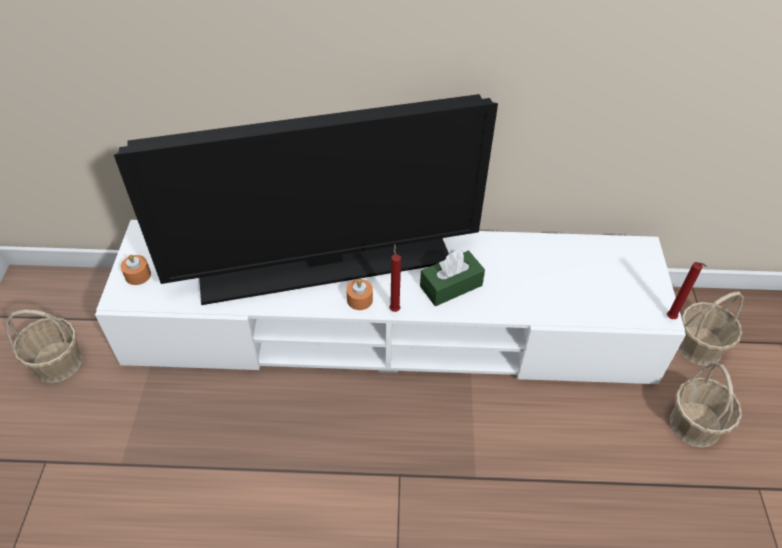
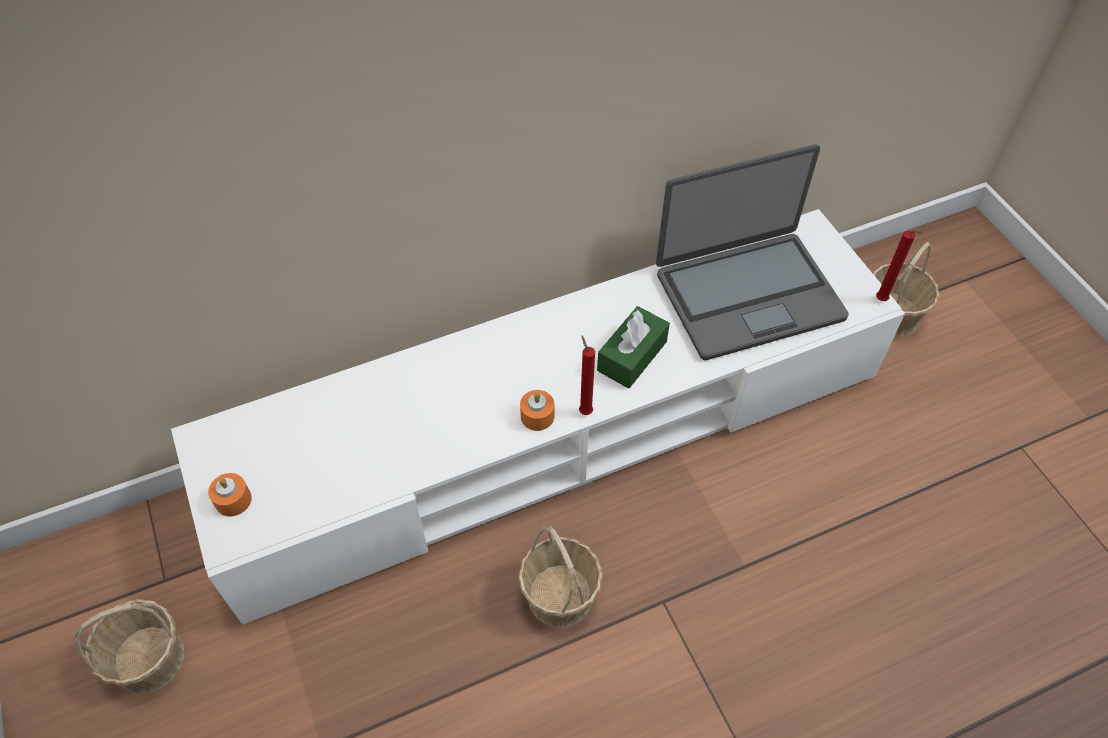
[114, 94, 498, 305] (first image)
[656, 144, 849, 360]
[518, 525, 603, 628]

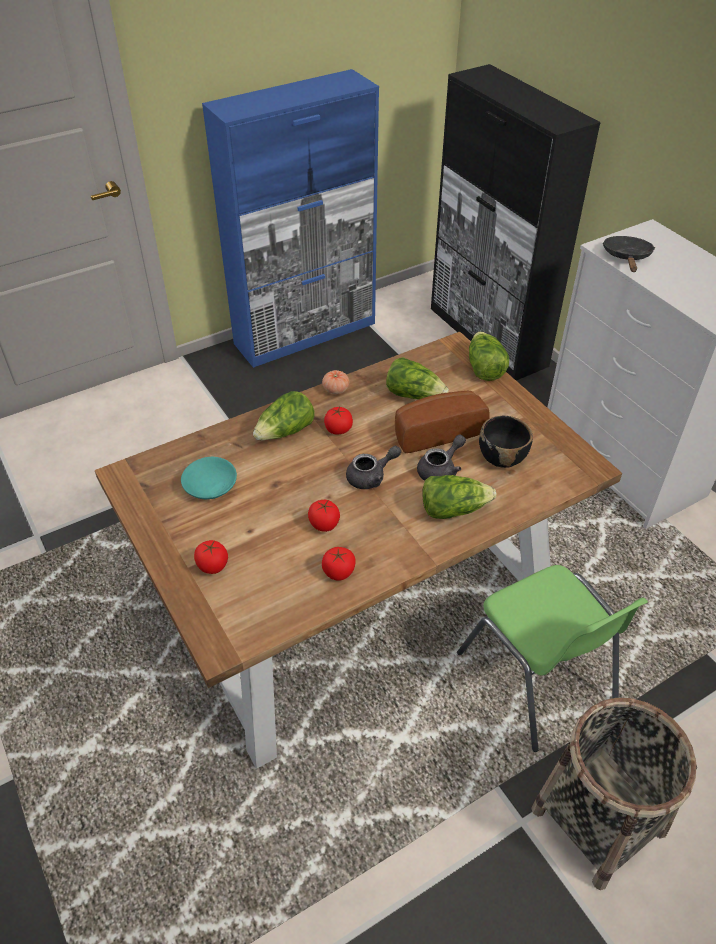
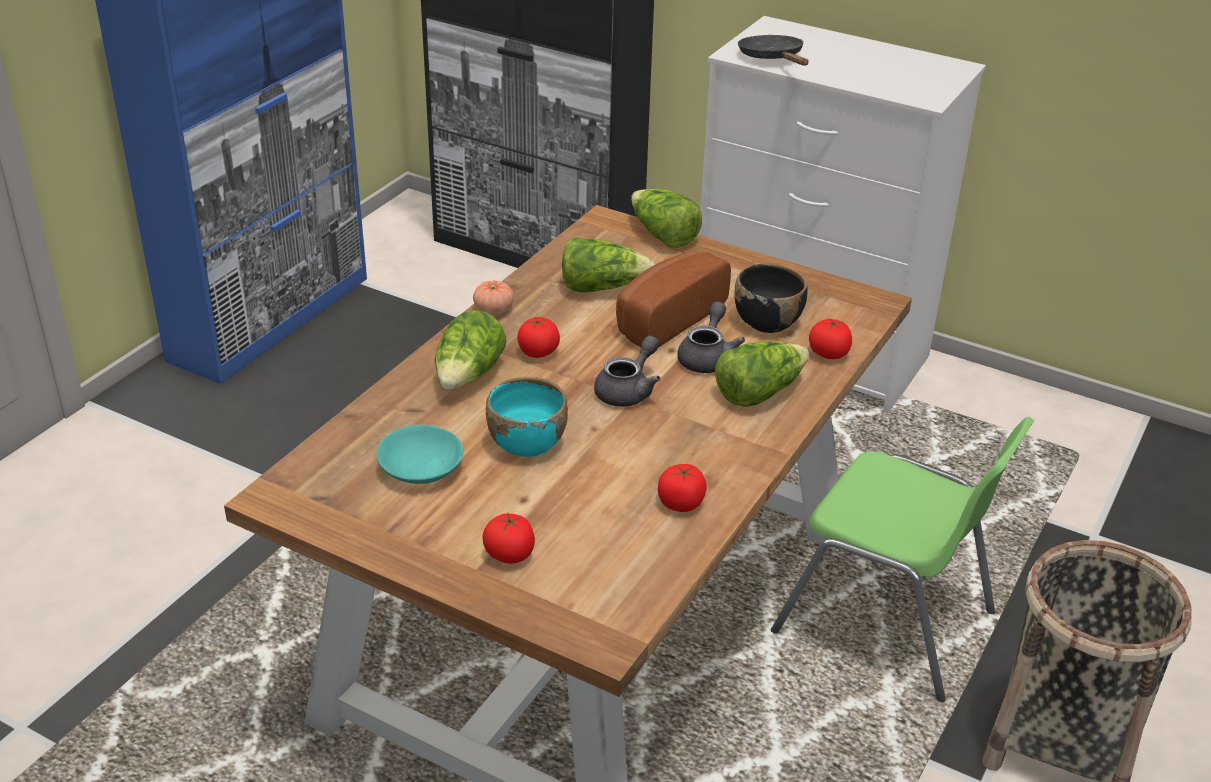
[486, 377, 568, 457]
[809, 318, 852, 359]

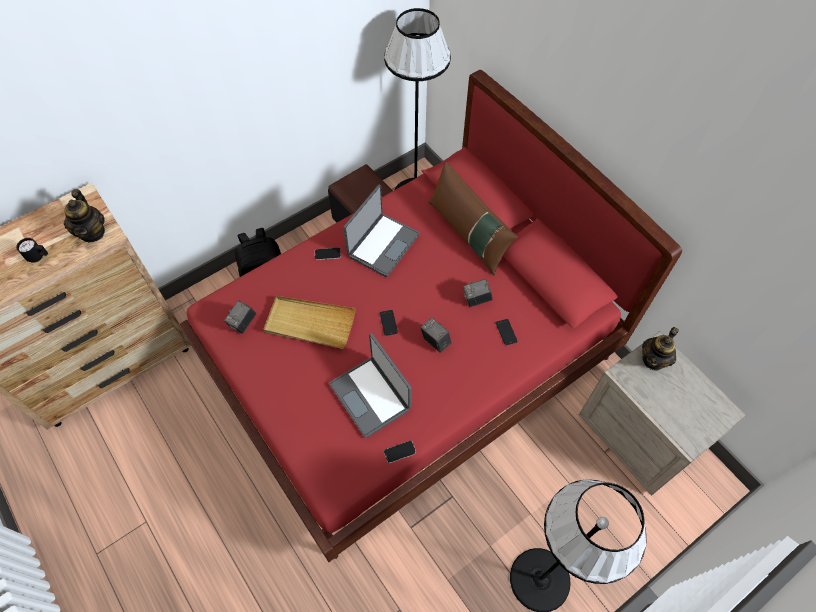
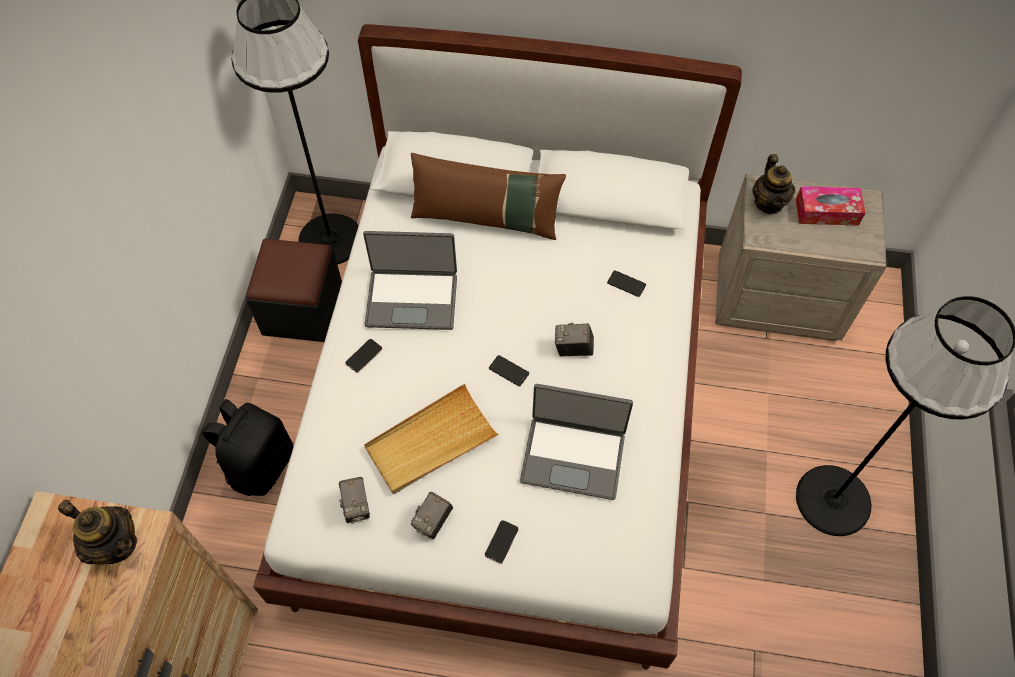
[16, 238, 48, 263] (first image)
[796, 186, 866, 226]
[485, 520, 519, 564]
[411, 492, 453, 539]
[253, 24, 742, 670]
[363, 231, 457, 330]

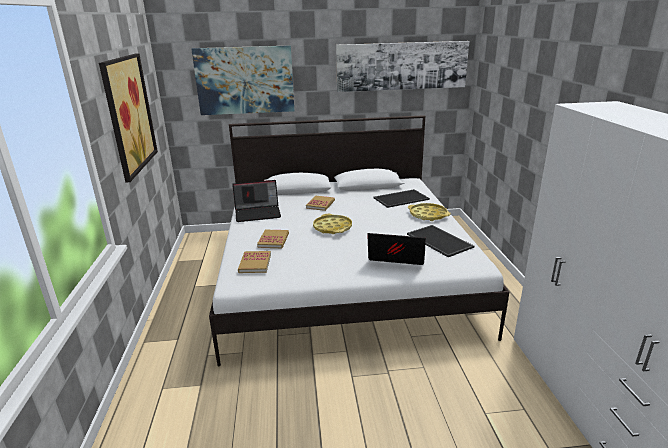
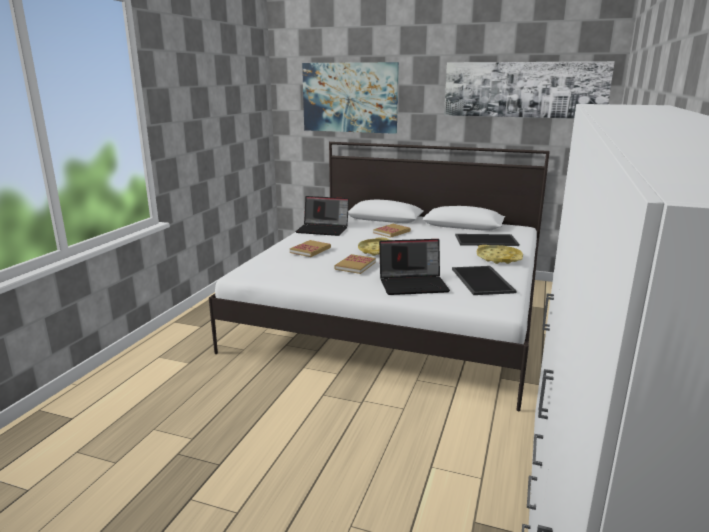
[99, 53, 158, 182] (first image)
[334, 254, 376, 274]
[379, 239, 450, 295]

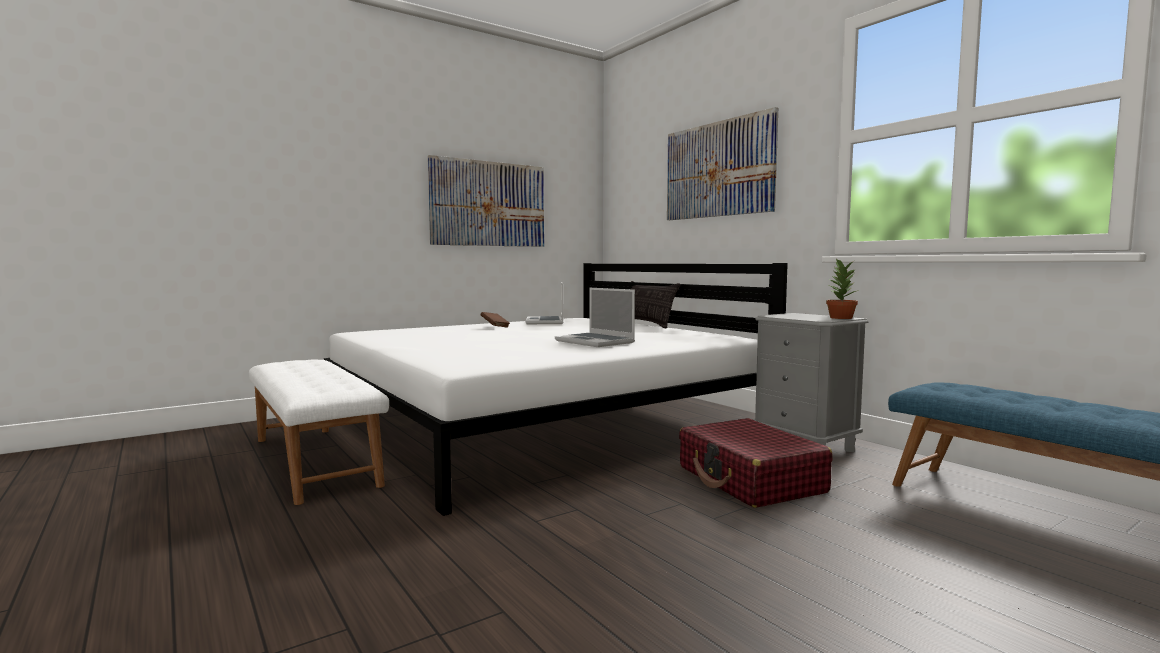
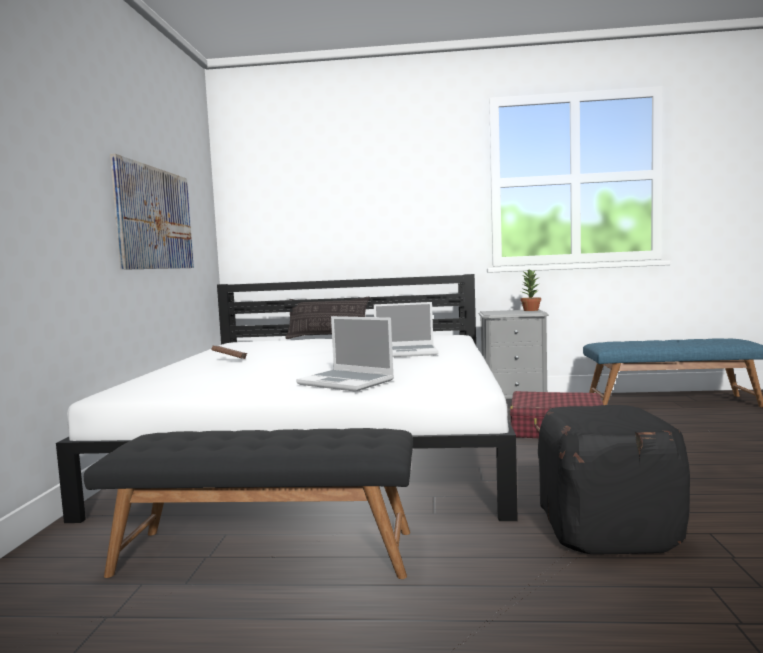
[667, 107, 778, 220] (first image)
[538, 405, 690, 555]
[296, 316, 394, 392]
[84, 428, 413, 579]

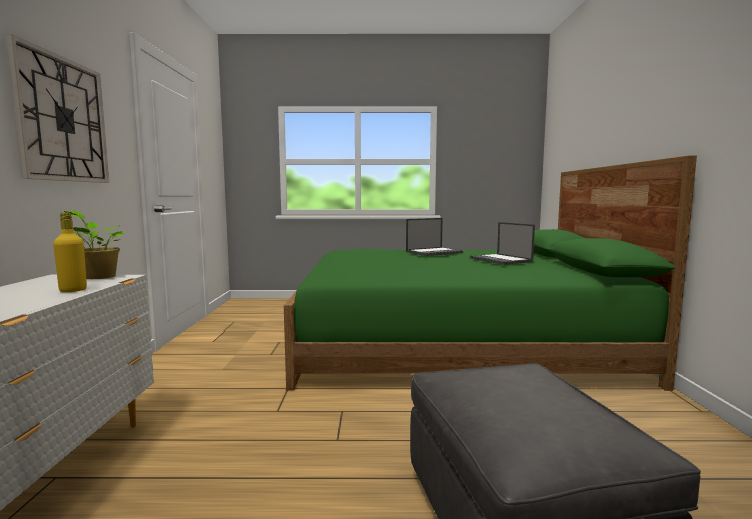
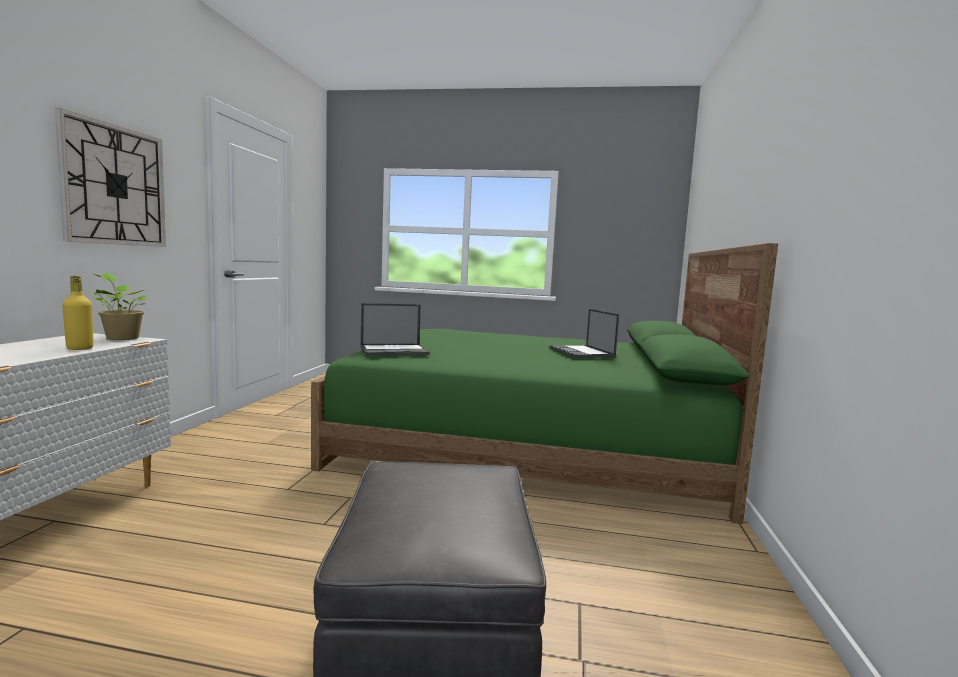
[361, 303, 430, 356]

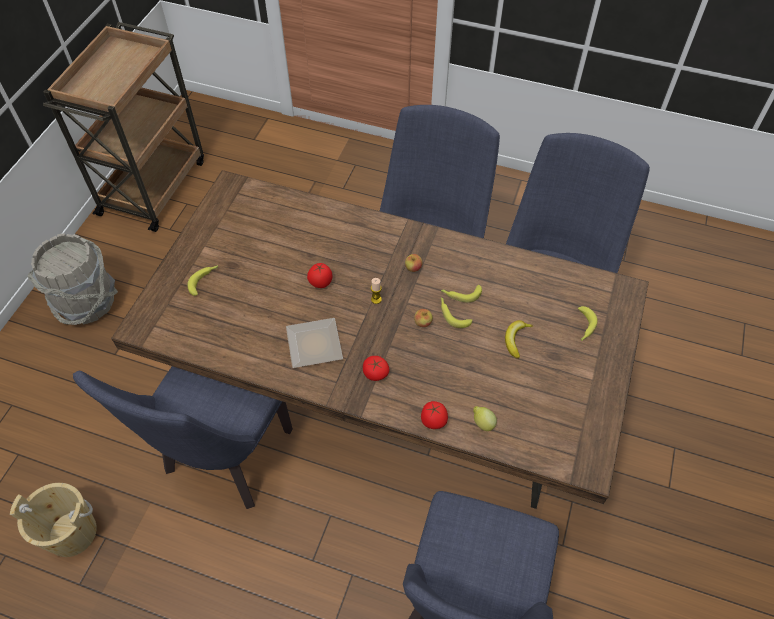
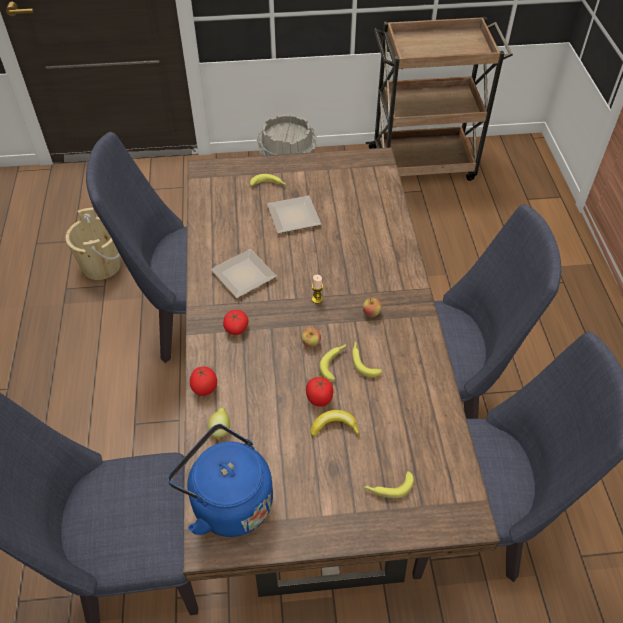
[168, 424, 273, 537]
[267, 196, 321, 233]
[306, 377, 333, 407]

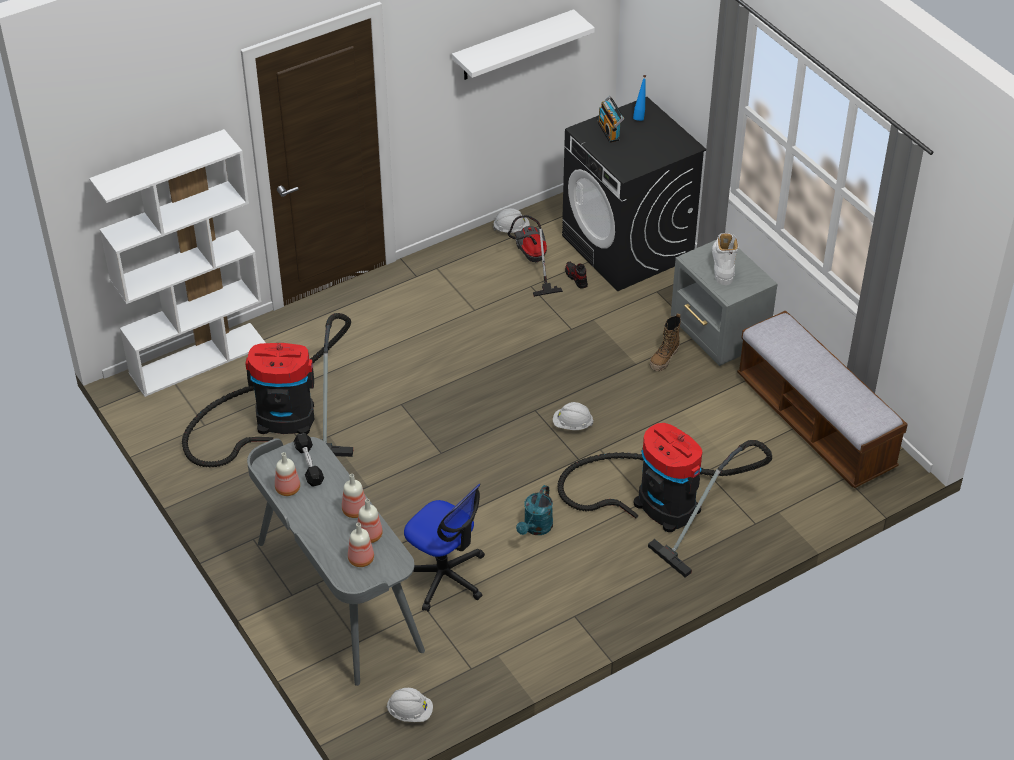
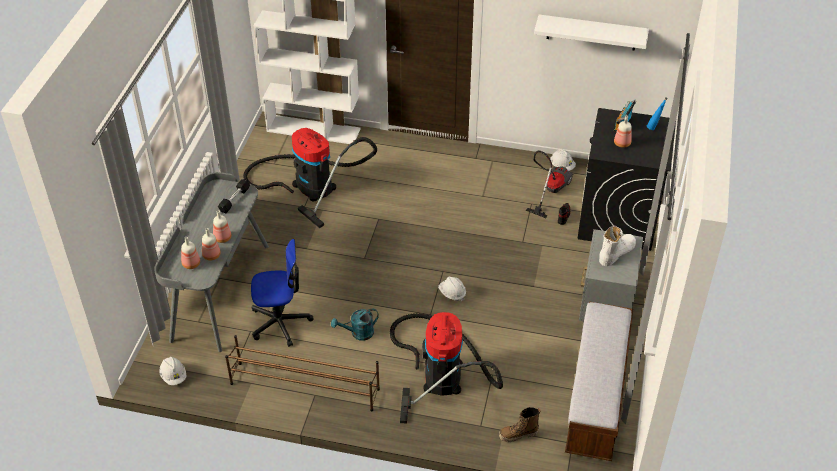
[225, 335, 380, 411]
[614, 116, 632, 148]
[499, 407, 541, 442]
[251, 239, 313, 347]

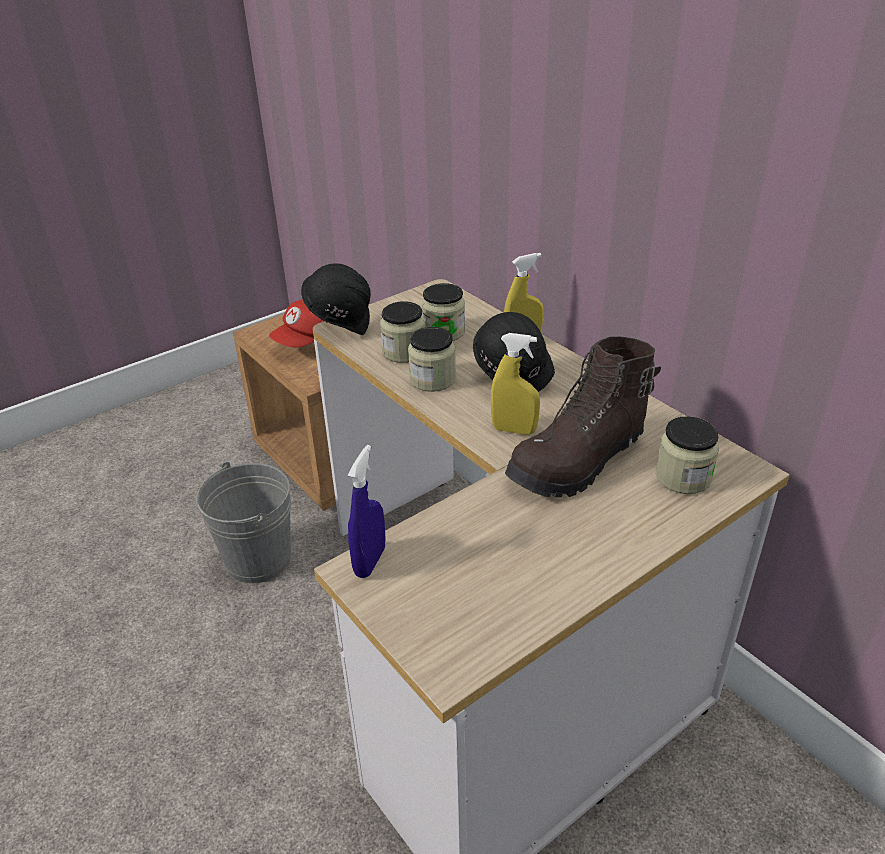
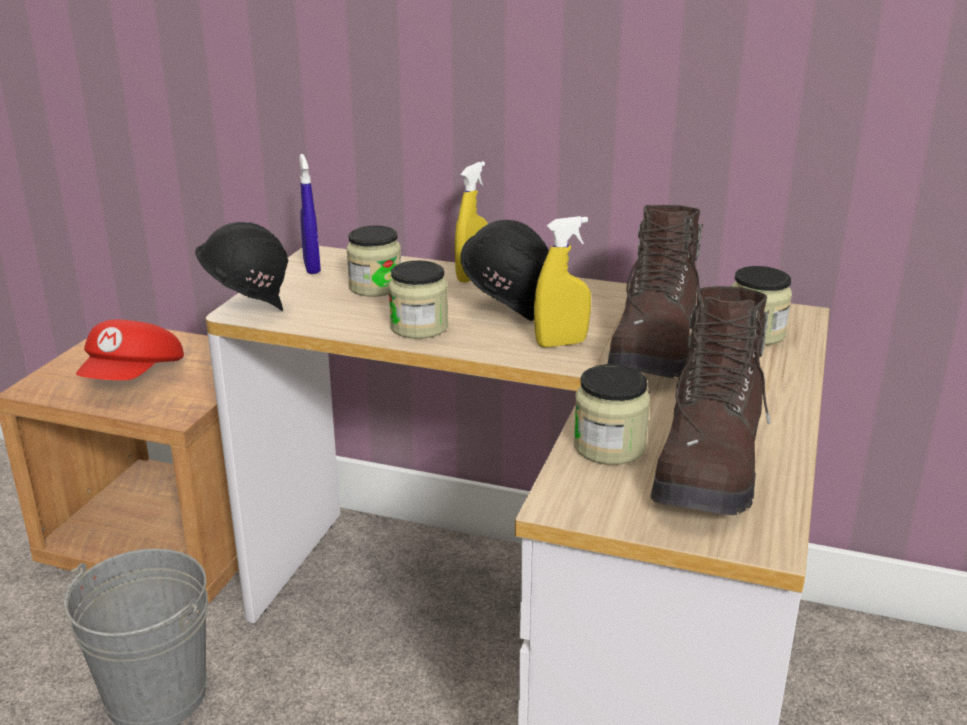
[650, 286, 771, 515]
[299, 154, 321, 274]
[574, 364, 650, 465]

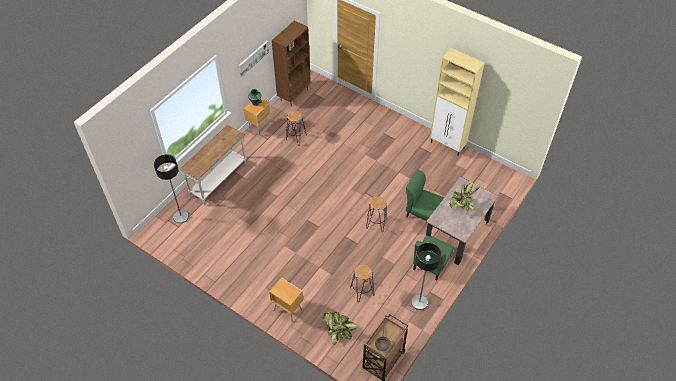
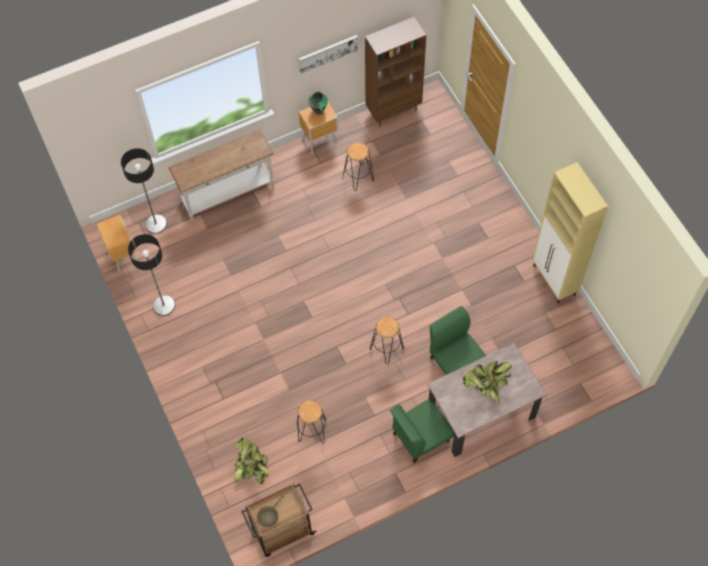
[97, 215, 138, 272]
[128, 234, 175, 316]

